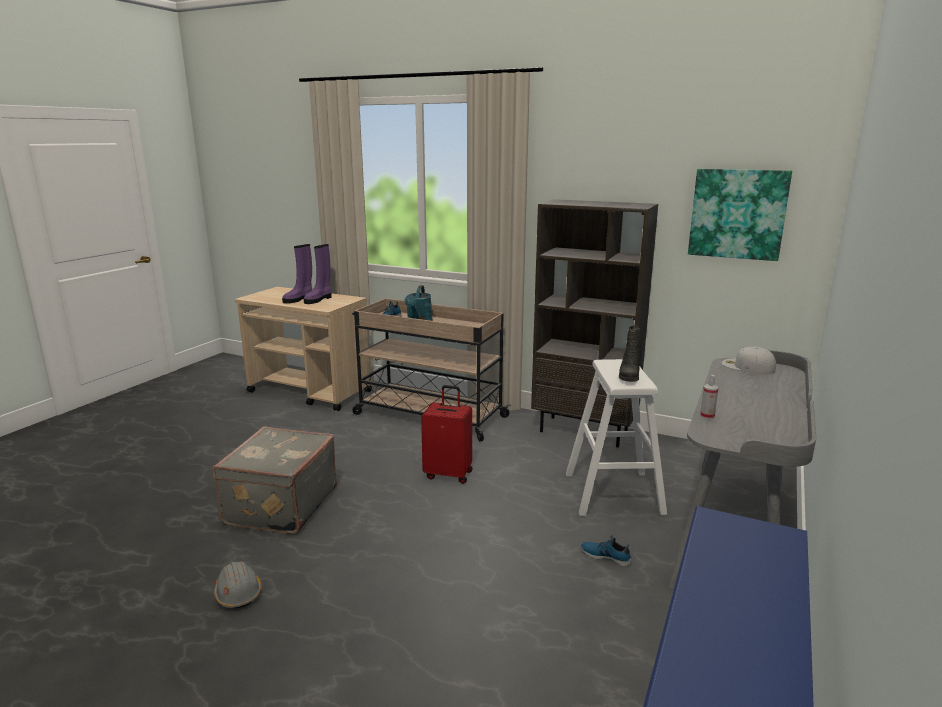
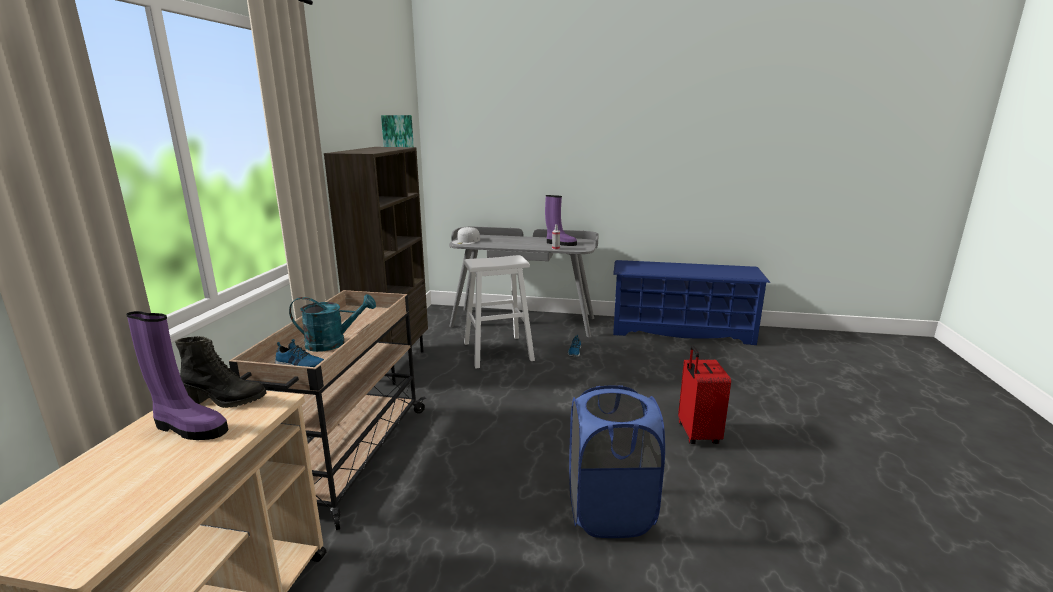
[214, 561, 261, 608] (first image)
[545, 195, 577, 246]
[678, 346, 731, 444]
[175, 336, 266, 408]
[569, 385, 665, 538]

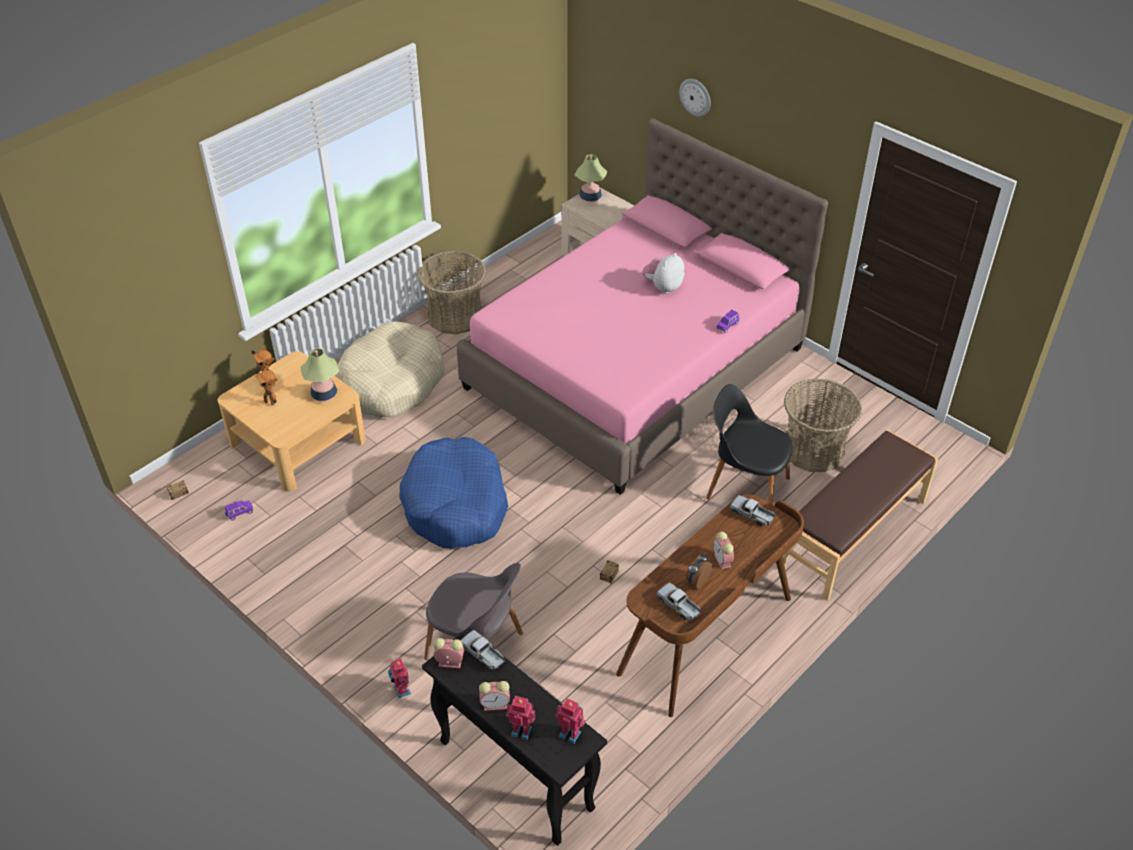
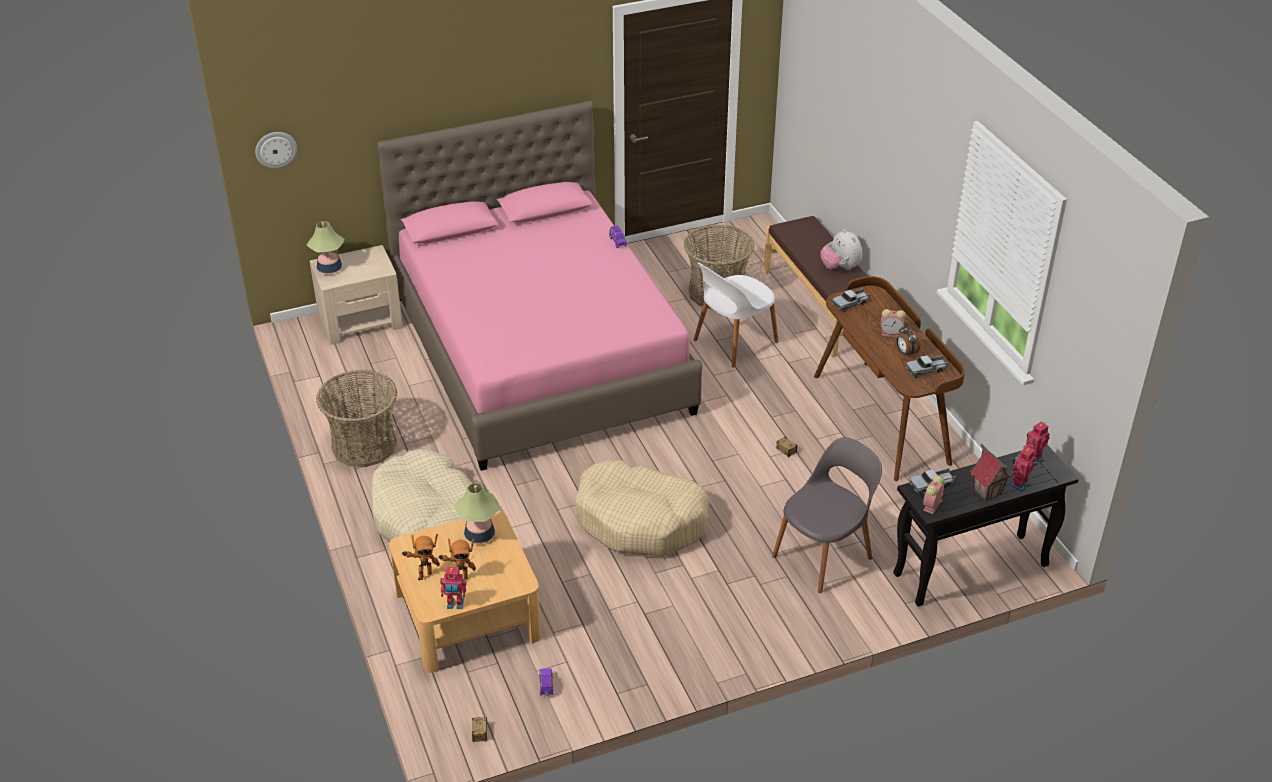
[440, 567, 466, 609]
[821, 229, 862, 270]
[255, 132, 297, 169]
[970, 444, 1012, 501]
[575, 460, 710, 556]
[694, 262, 779, 368]

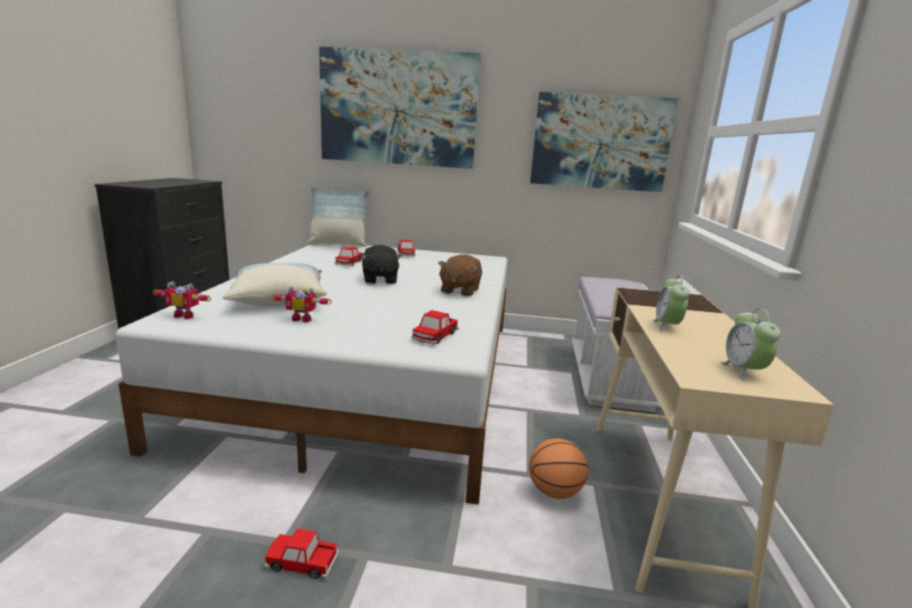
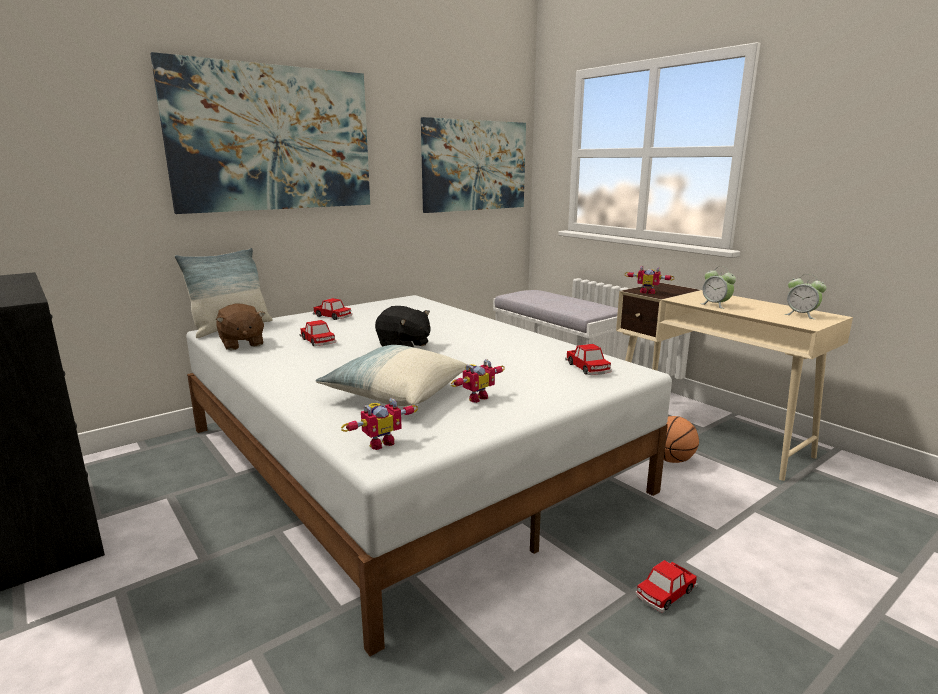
[625, 266, 675, 294]
[216, 303, 265, 350]

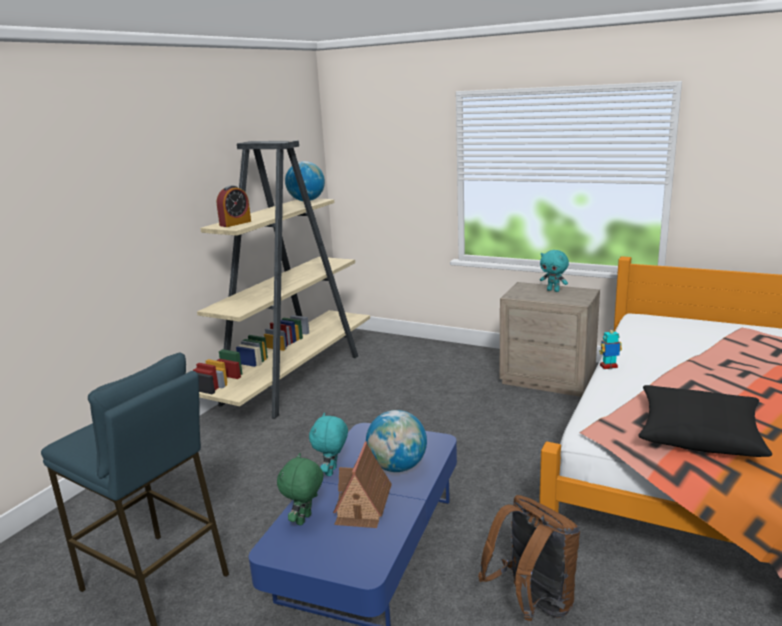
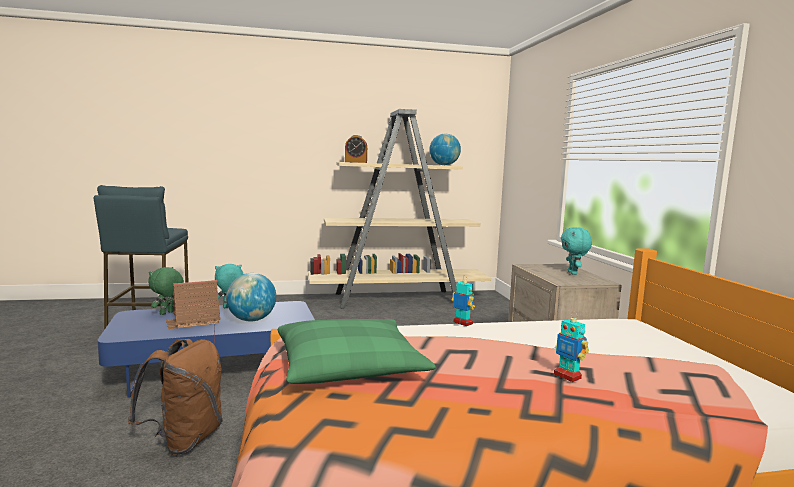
[554, 311, 589, 382]
[278, 319, 436, 384]
[148, 267, 184, 315]

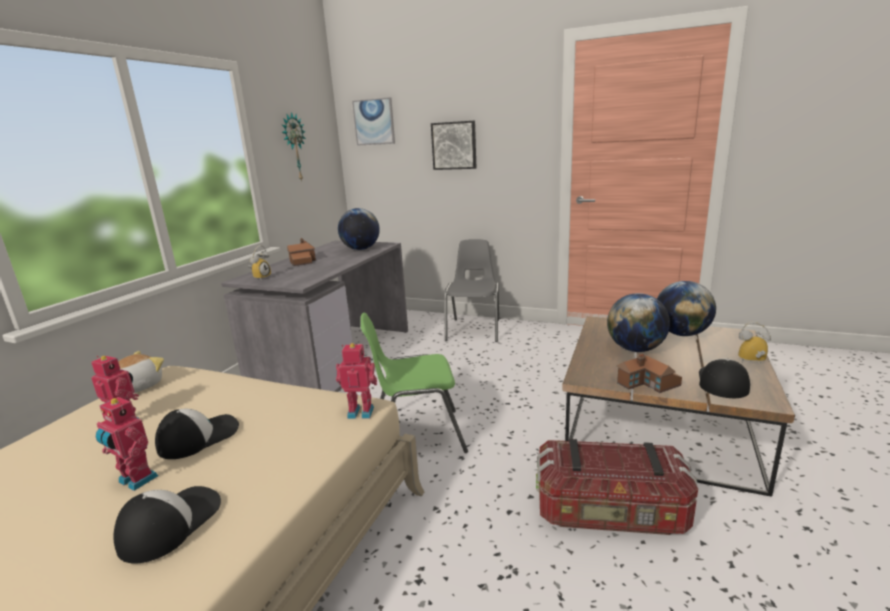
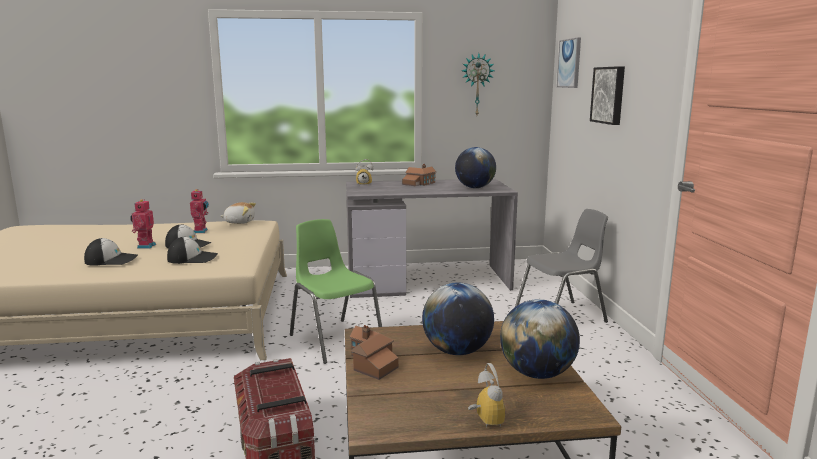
[336, 343, 377, 419] (first image)
[167, 237, 218, 264]

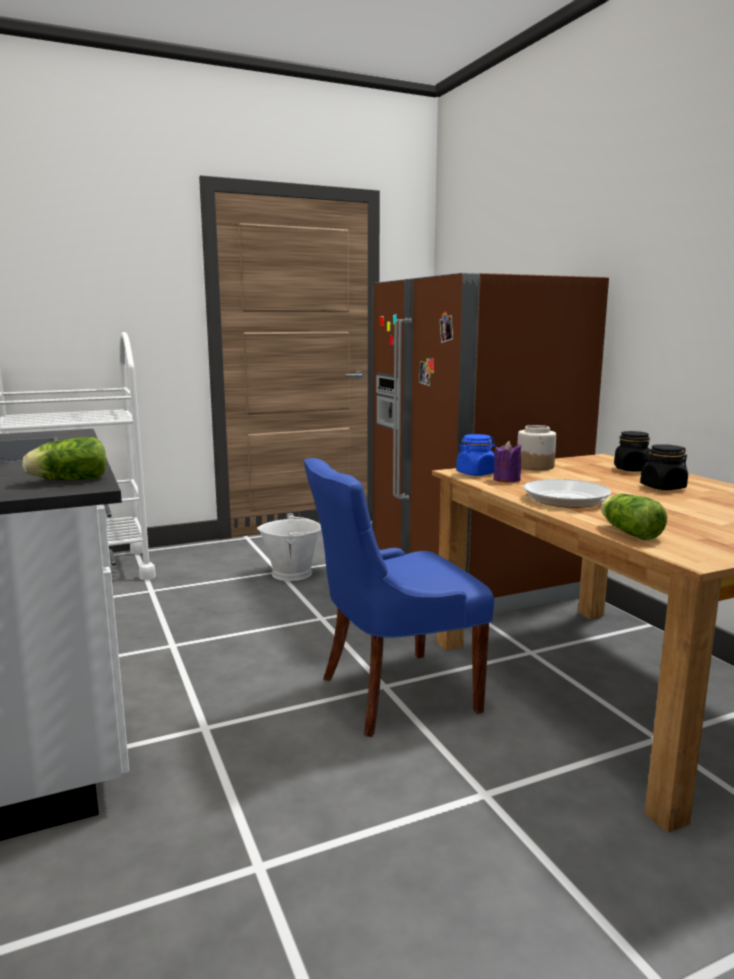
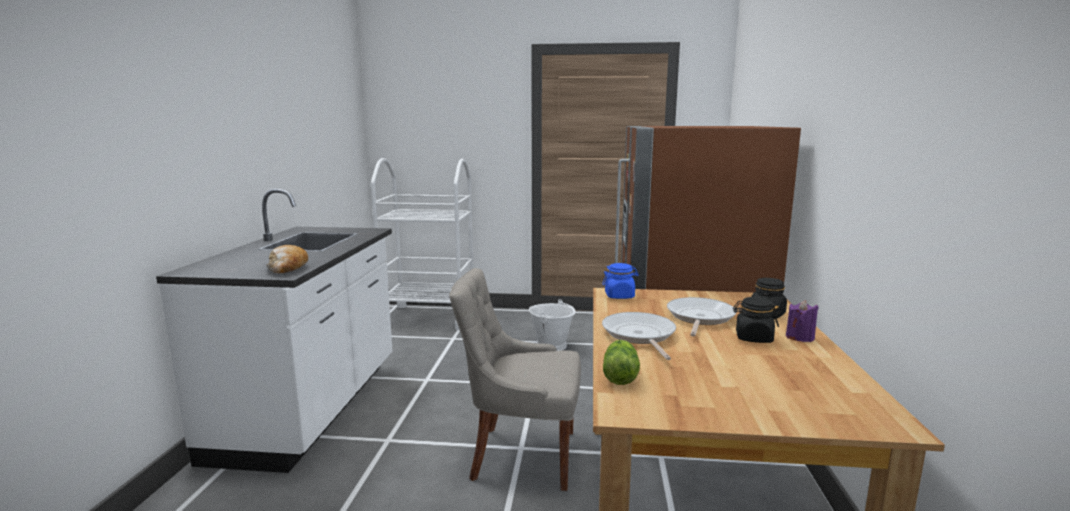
[517, 425, 556, 471] (first image)
[667, 297, 737, 336]
[786, 300, 819, 342]
[267, 245, 308, 273]
[449, 268, 581, 491]

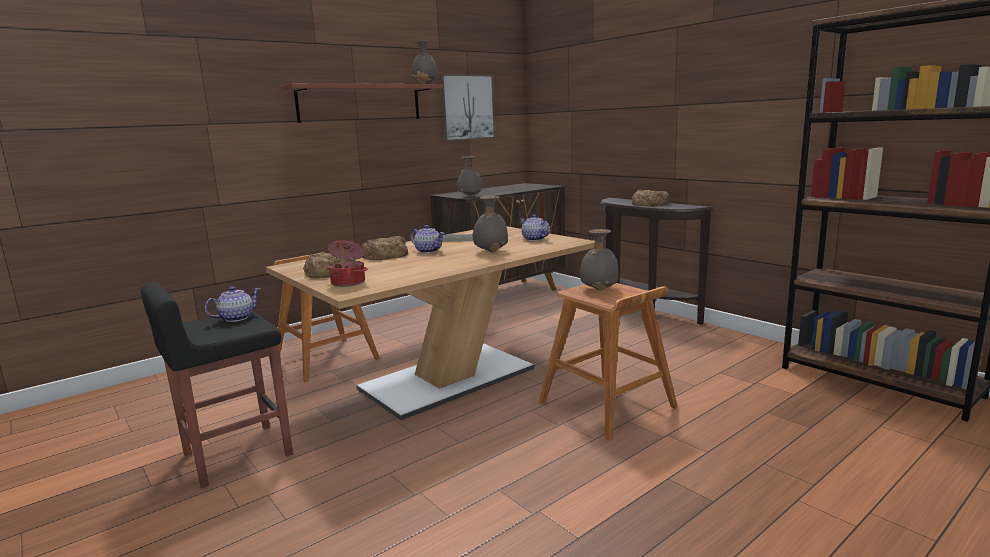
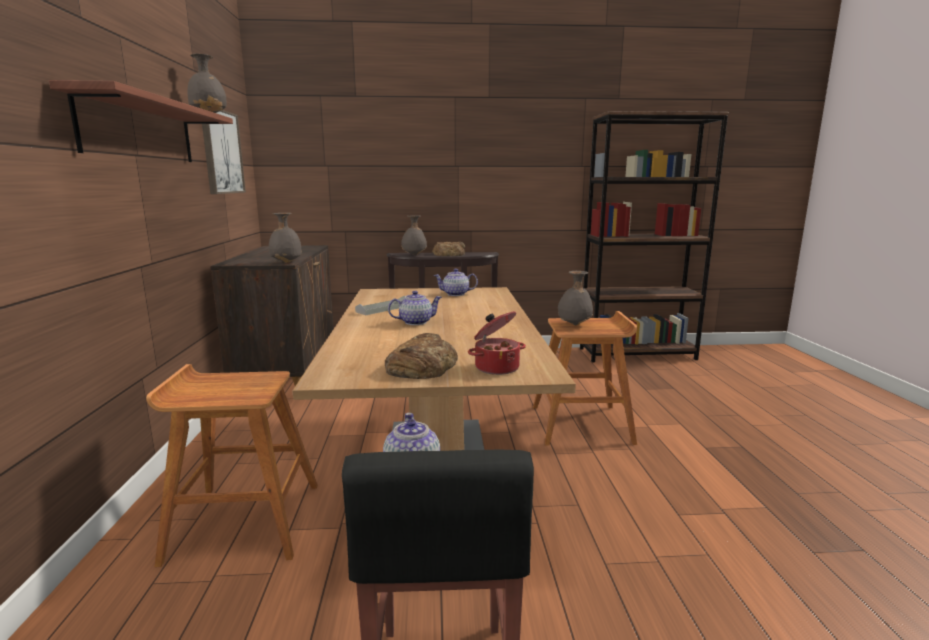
[362, 236, 408, 260] (first image)
[401, 215, 427, 256]

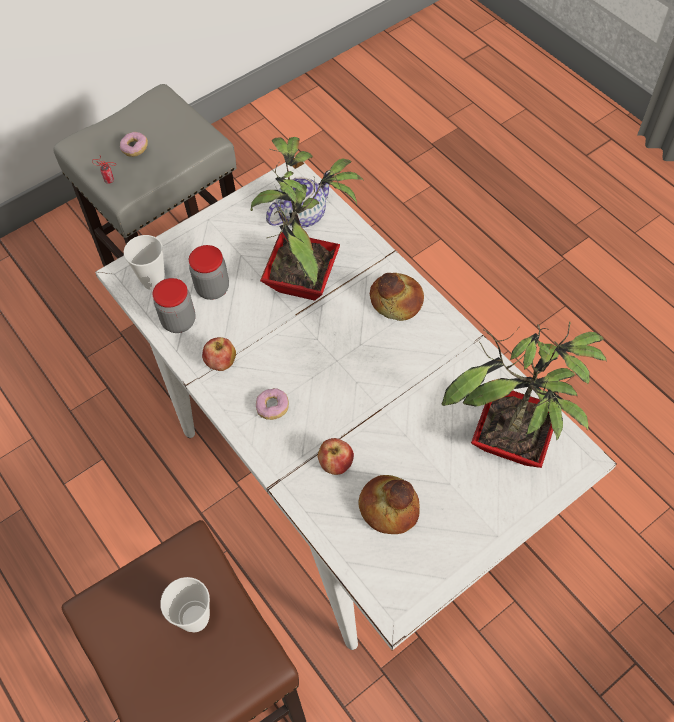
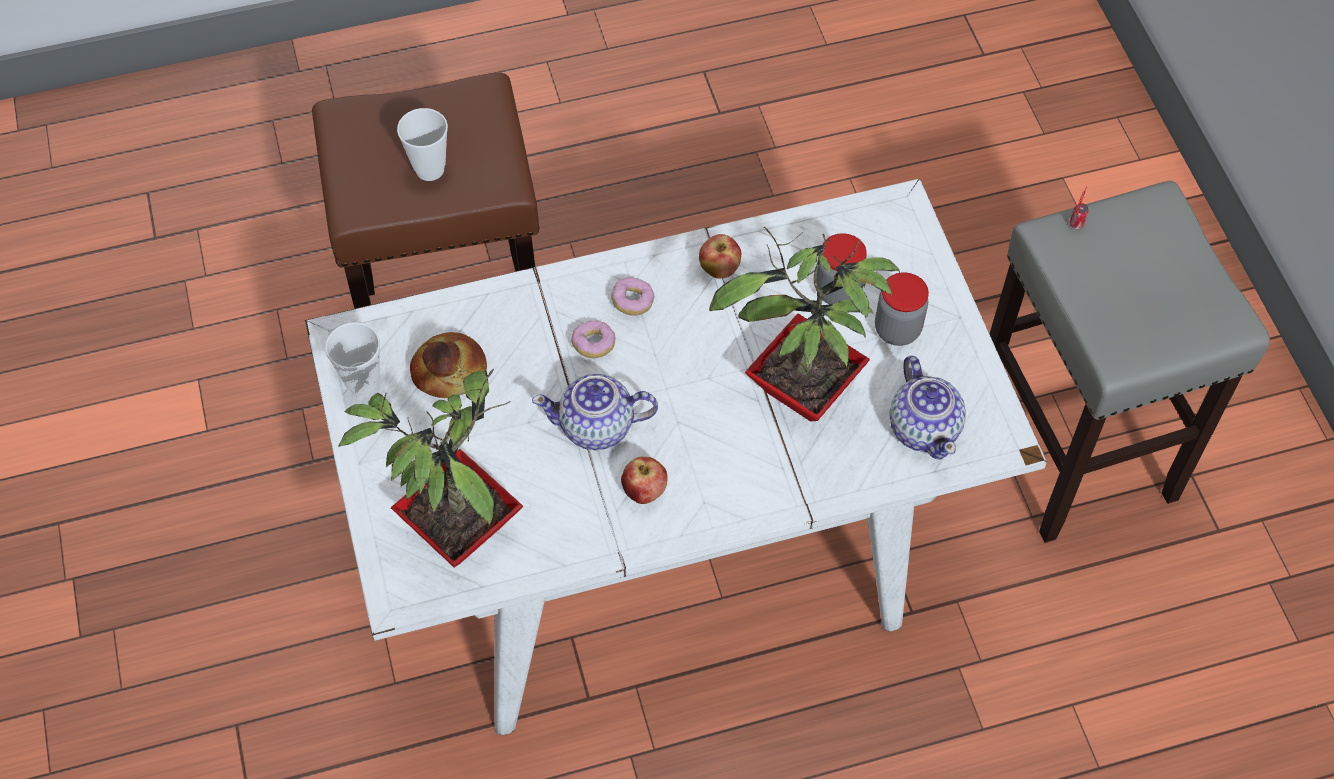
[370, 273, 424, 321] (first image)
[532, 374, 658, 450]
[571, 320, 615, 358]
[325, 322, 380, 396]
[875, 272, 929, 346]
[621, 457, 668, 504]

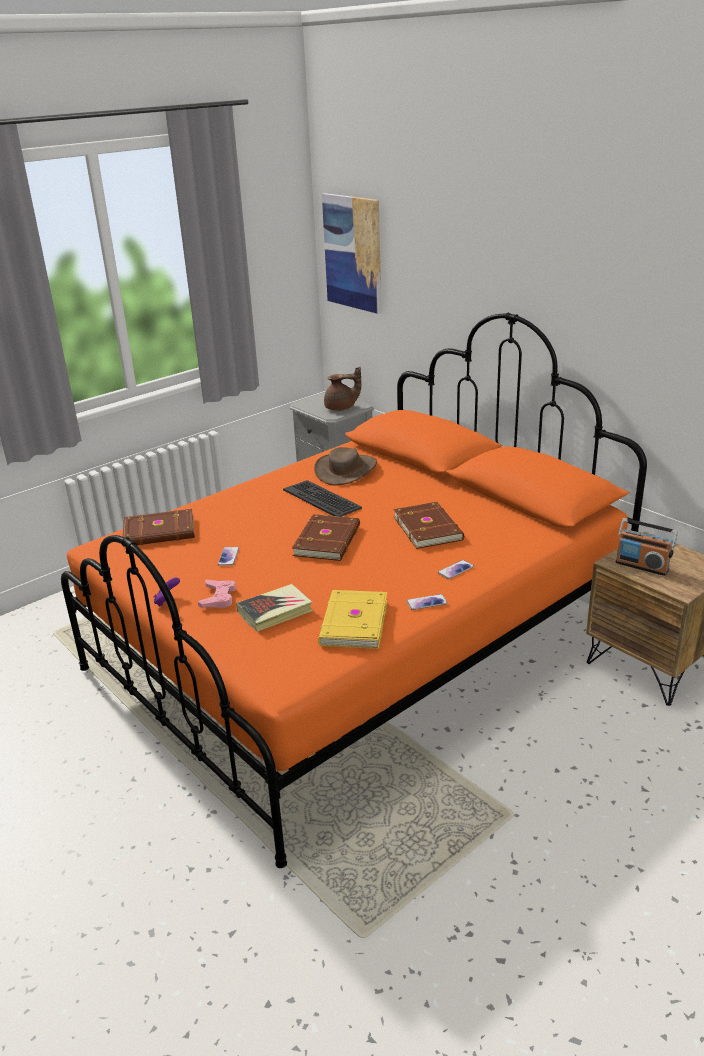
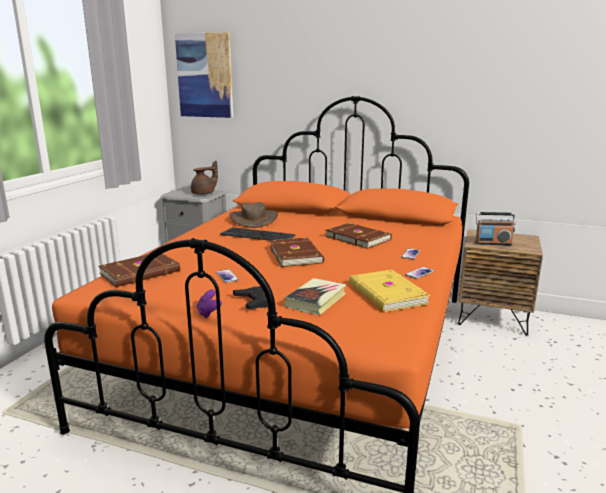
[233, 286, 268, 309]

